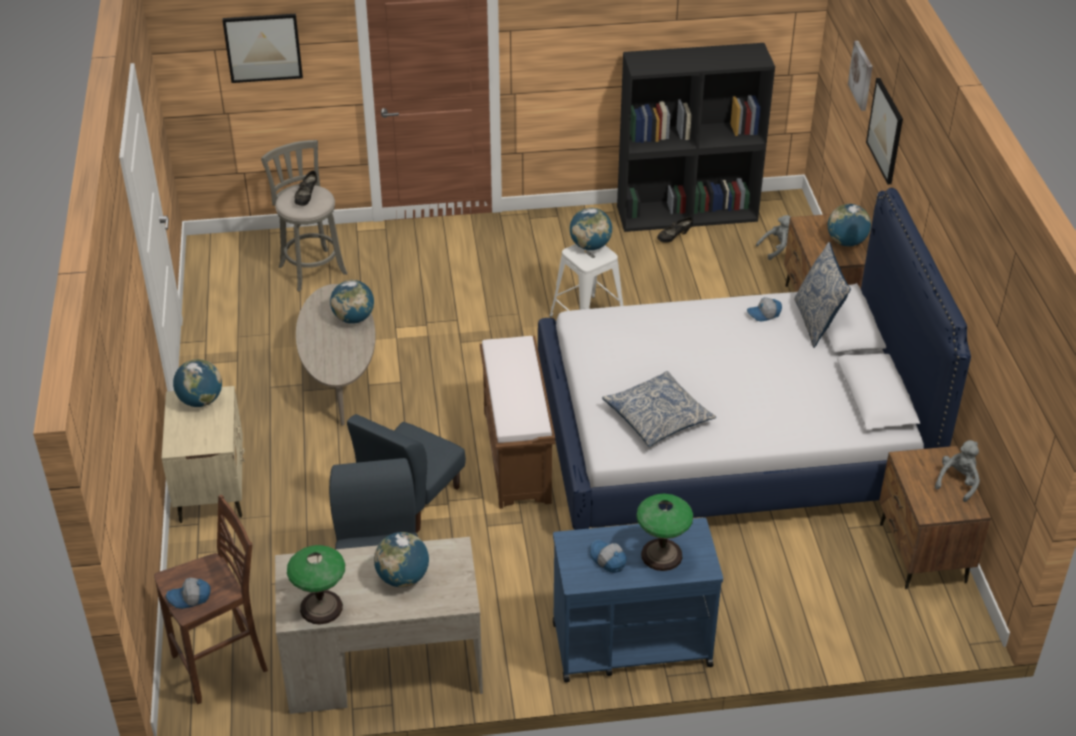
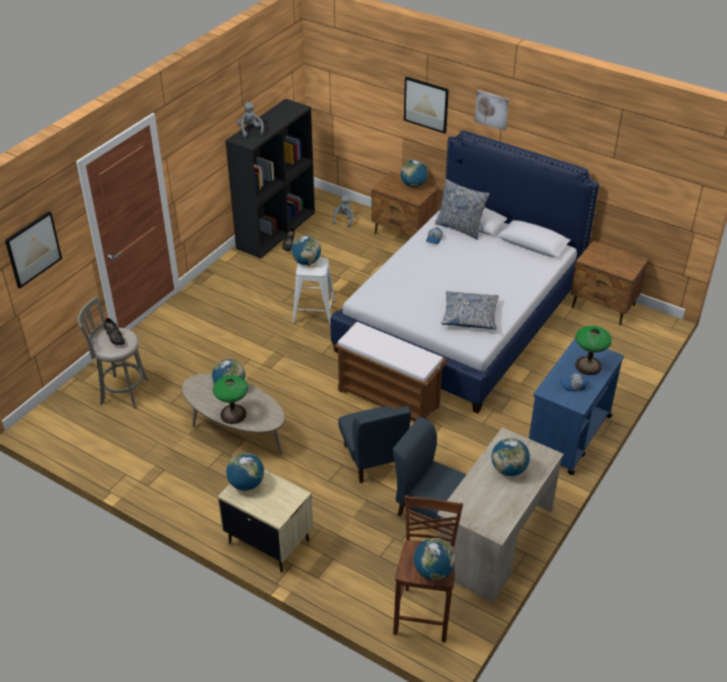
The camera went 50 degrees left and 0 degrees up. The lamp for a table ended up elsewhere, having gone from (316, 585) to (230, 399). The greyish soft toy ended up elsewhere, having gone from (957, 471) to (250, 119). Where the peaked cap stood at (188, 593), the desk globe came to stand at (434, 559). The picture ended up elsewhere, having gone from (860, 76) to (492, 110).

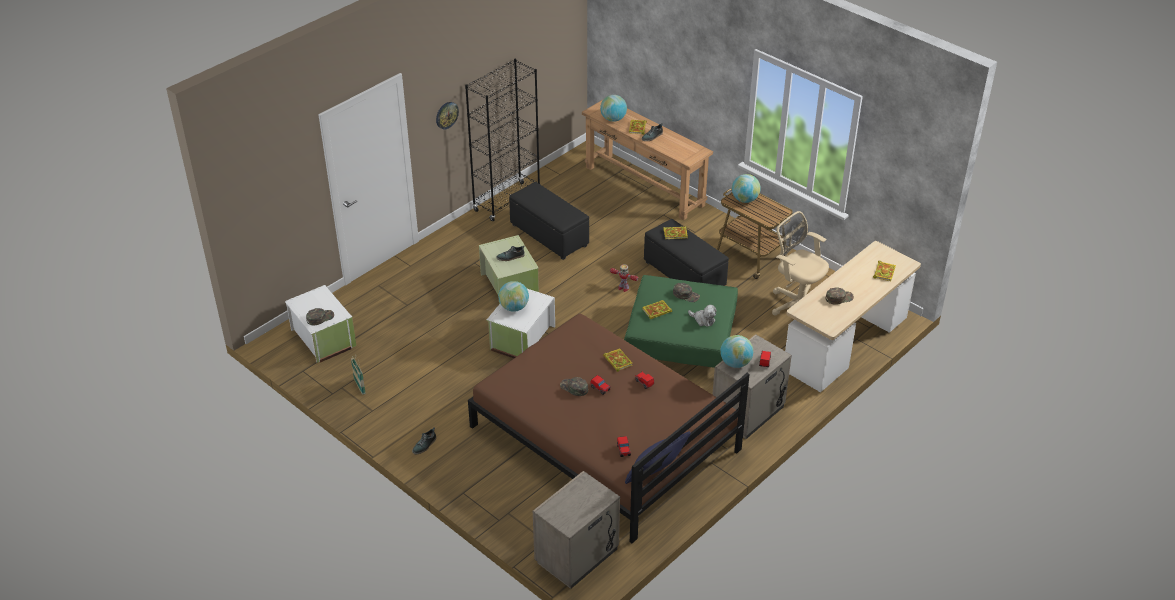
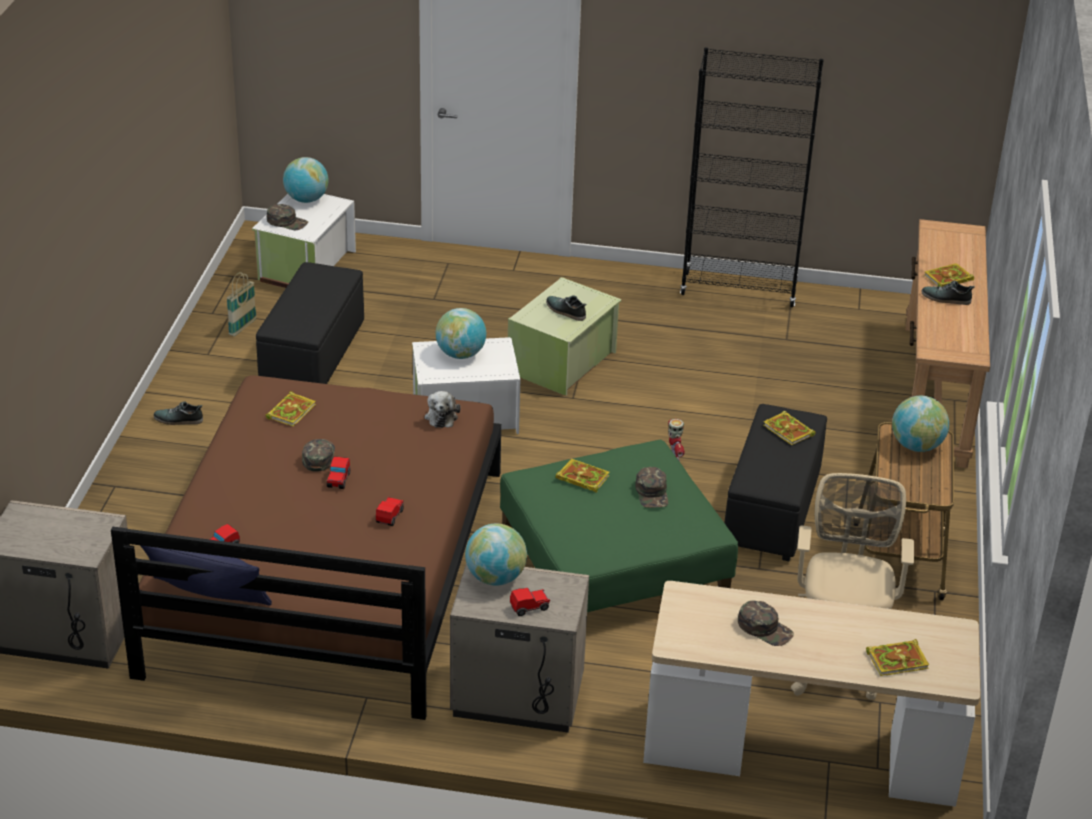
The camera went 55 degrees right and 5 degrees down. The blackish pouffe ended up elsewhere, having gone from (549, 221) to (310, 323). The bound book ended up elsewhere, having gone from (617, 360) to (291, 408). The desk globe ended up elsewhere, having gone from (613, 108) to (306, 180). The soft toy ended up elsewhere, having gone from (702, 315) to (443, 409). The second view lost the clock on the wall at (447, 115).

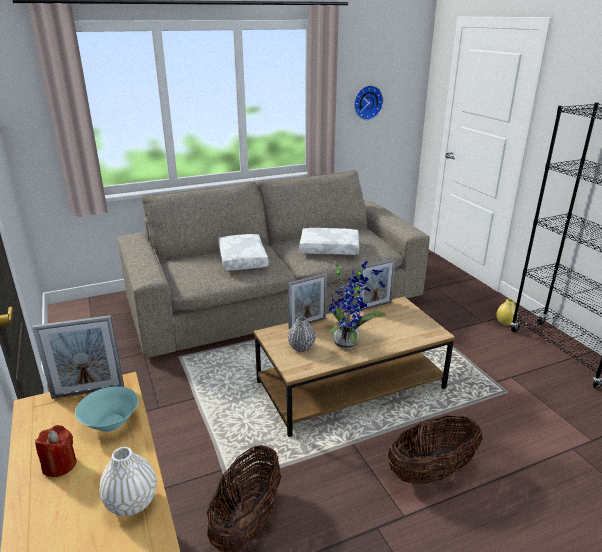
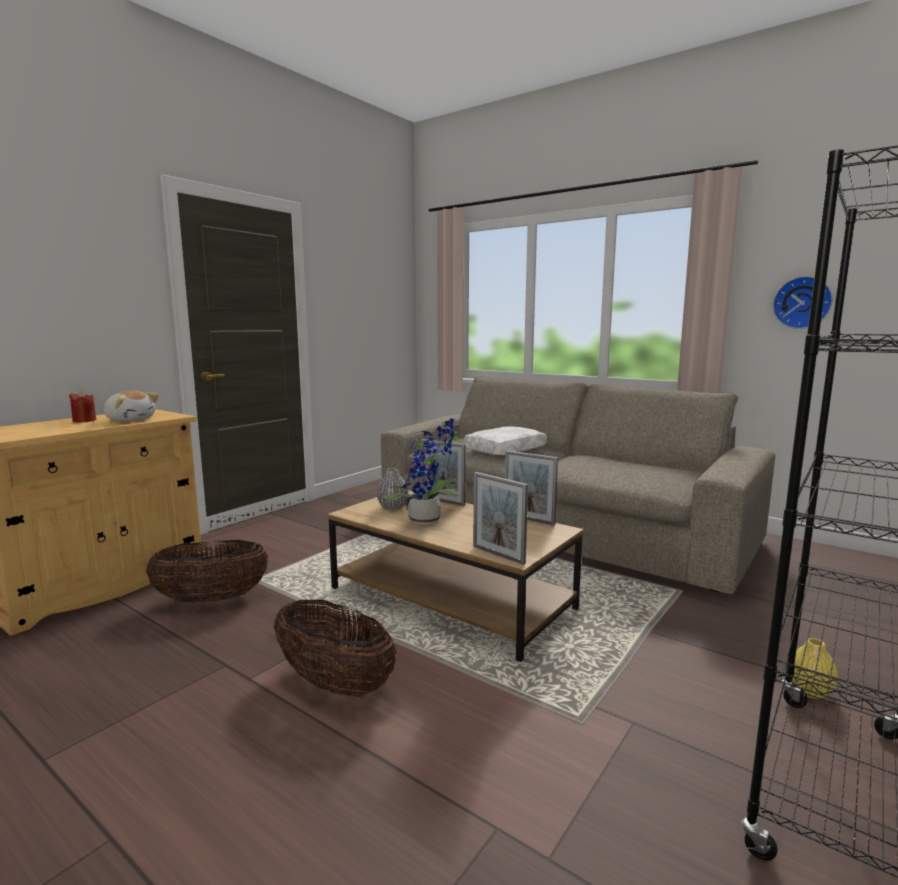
The camera went 60 degrees right and 15 degrees down. Where the blue-green serving bowl stood at (106, 409), the soft toy came to stand at (131, 406). The standing frame ended up elsewhere, having gone from (78, 357) to (500, 518). The second view lost the whitish flower vase at (128, 481). The second view lost the whitish cushion at (329, 241).

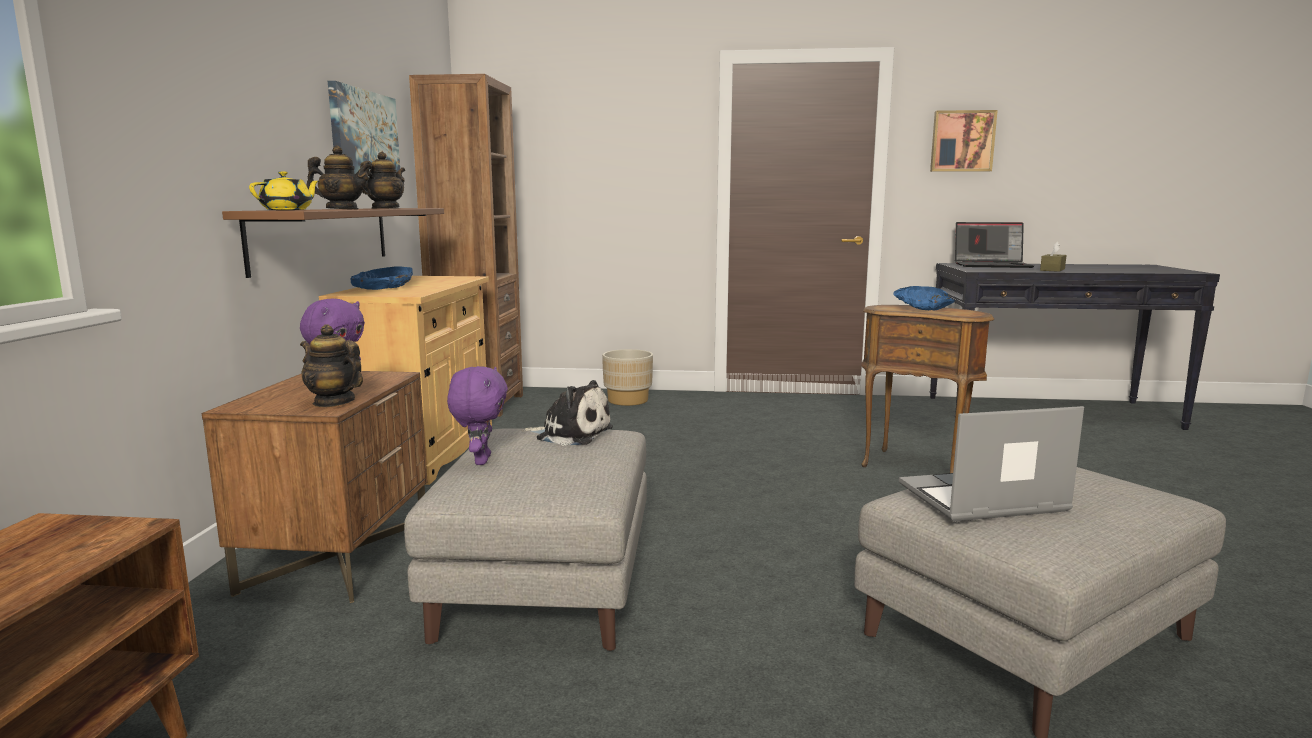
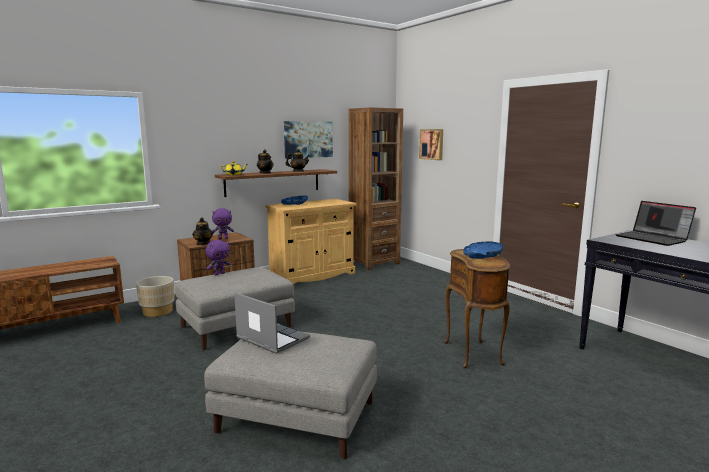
The camera went 50 degrees right and 0 degrees up. The beige flower pot ended up elsewhere, having gone from (627, 377) to (155, 296). The picture ended up elsewhere, having gone from (964, 141) to (431, 144). The second view lost the soft toy at (567, 413). The second view lost the brown-coloured tissue box at (1053, 256).

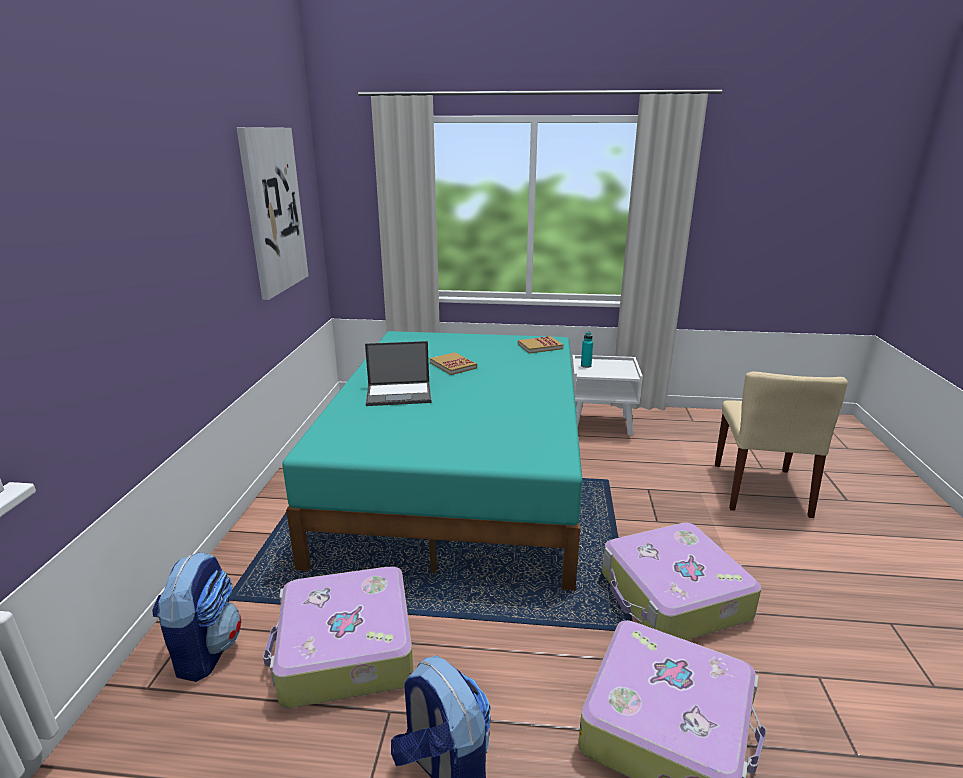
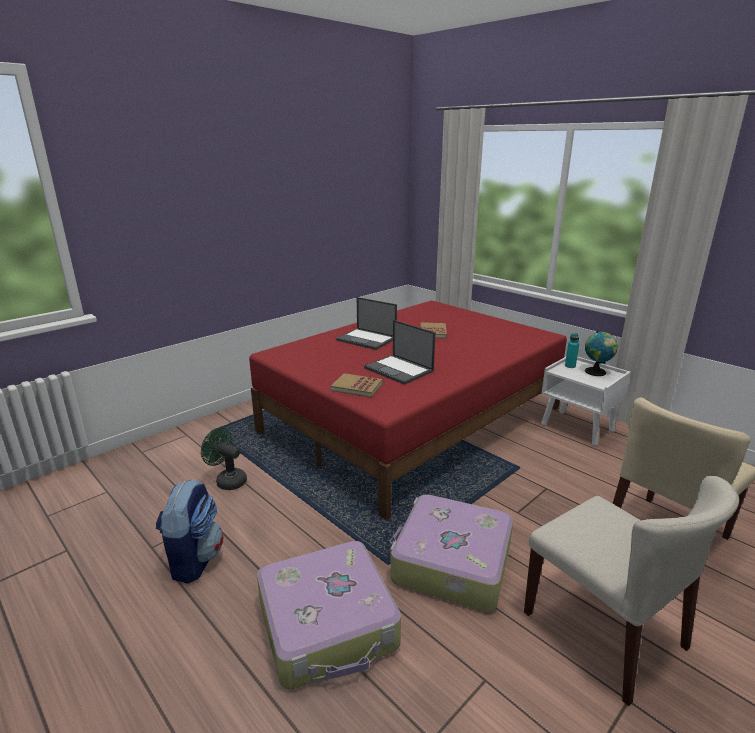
The camera went 40 degrees right and 0 degrees up. Where the suitcase stood at (338, 637), the green cooling fan came to stand at (224, 459). What was the blue-green bed at (432, 460) turned into the red bed at (408, 410). The bound book ended up elsewhere, having gone from (540, 345) to (357, 385). The second view gained the portable computer at (400, 352). The second view gained the beige chair at (631, 591). The second view gained the desk globe at (601, 353). The second view lost the rucksack at (196, 617). The second view lost the picture at (272, 213).

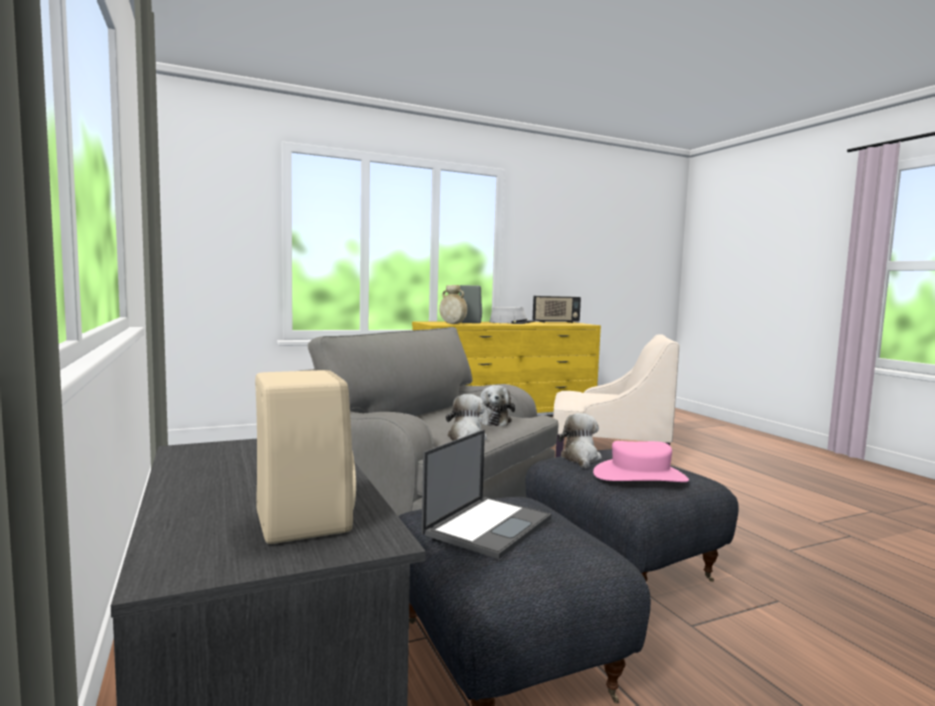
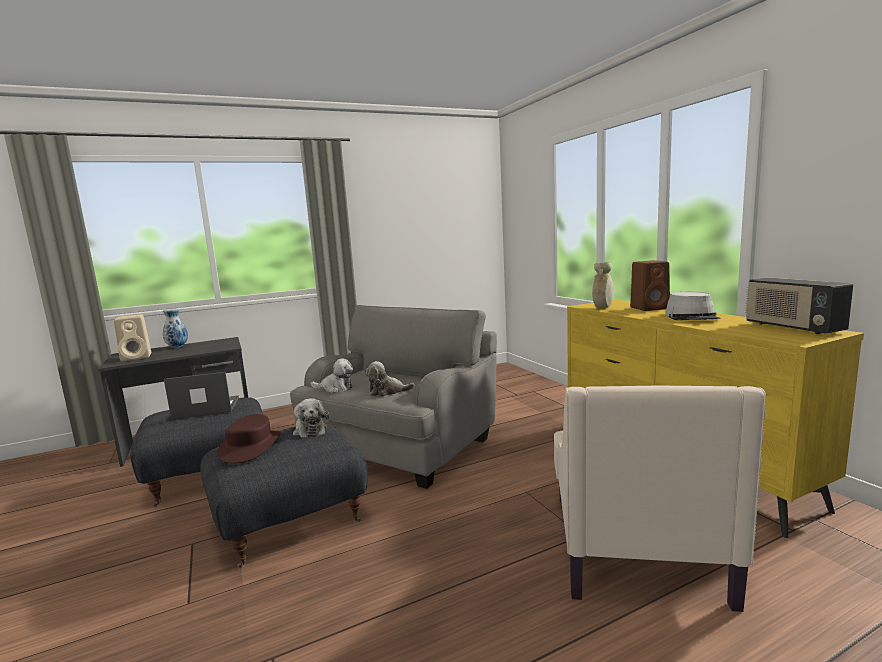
The camera went 90 degrees right and 5 degrees up. The second view gained the flower vase at (175, 328). The portable computer at (486, 494) ended up facing another way, 135 degrees clockwise from before. What was the pink-coloured clothing hat at (641, 461) turned into the brown-coloured clothing hat at (249, 439). The soft toy at (580, 441) ended up facing another way, 60 degrees clockwise from before. What was the greyish audio speaker at (471, 304) turned into the brown-coloured audio speaker at (650, 285).

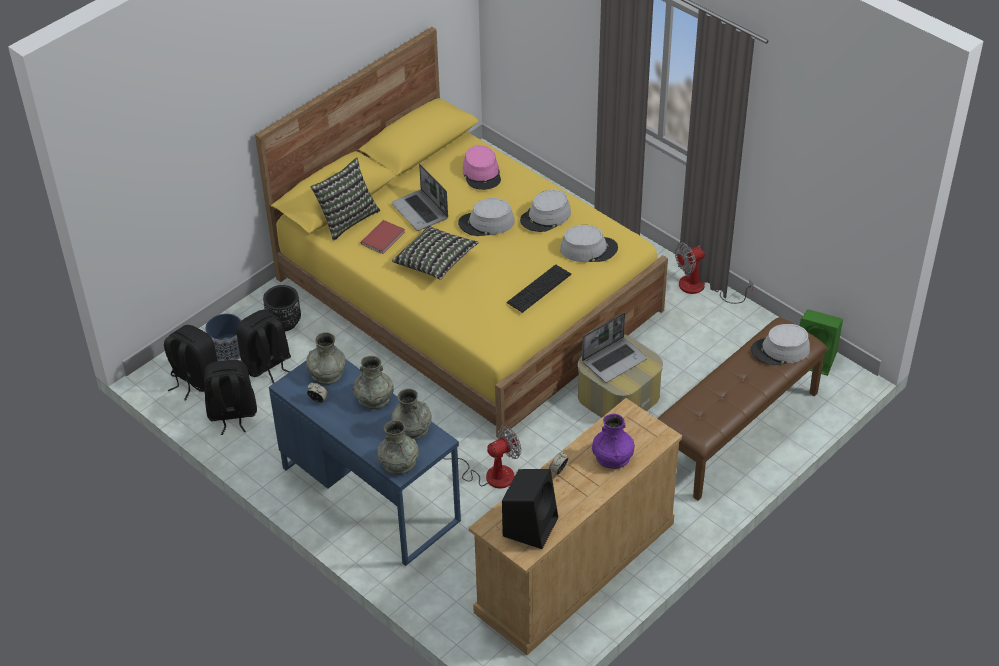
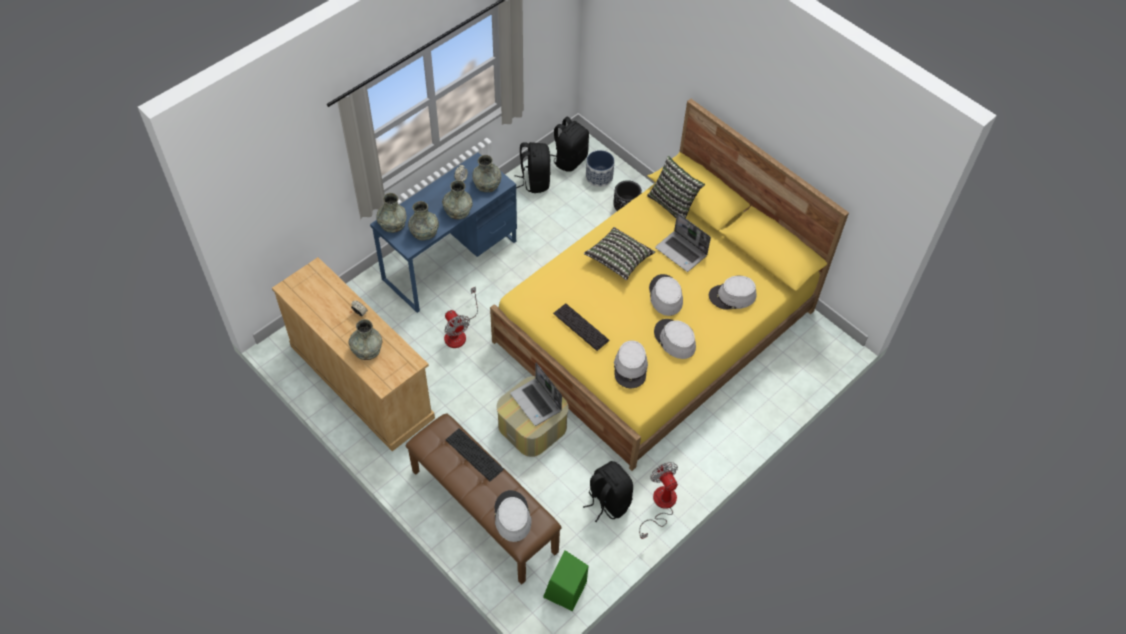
The camera went 90 degrees right and 10 degrees up. What was the purple flower vase at (613, 441) turned into the greyish flower vase at (365, 339). The second view gained the computer keyboard at (475, 454). The blackish rucksack ended up elsewhere, having gone from (263, 346) to (608, 491). The portable computer at (419, 197) ended up facing another way, 105 degrees counterclockwise from before. What was the pink-coloured clothing hat at (482, 167) turned into the greyish clothing hat at (732, 293). The second view lost the red bound book at (383, 237). The second view lost the blackish audio speaker at (530, 509).

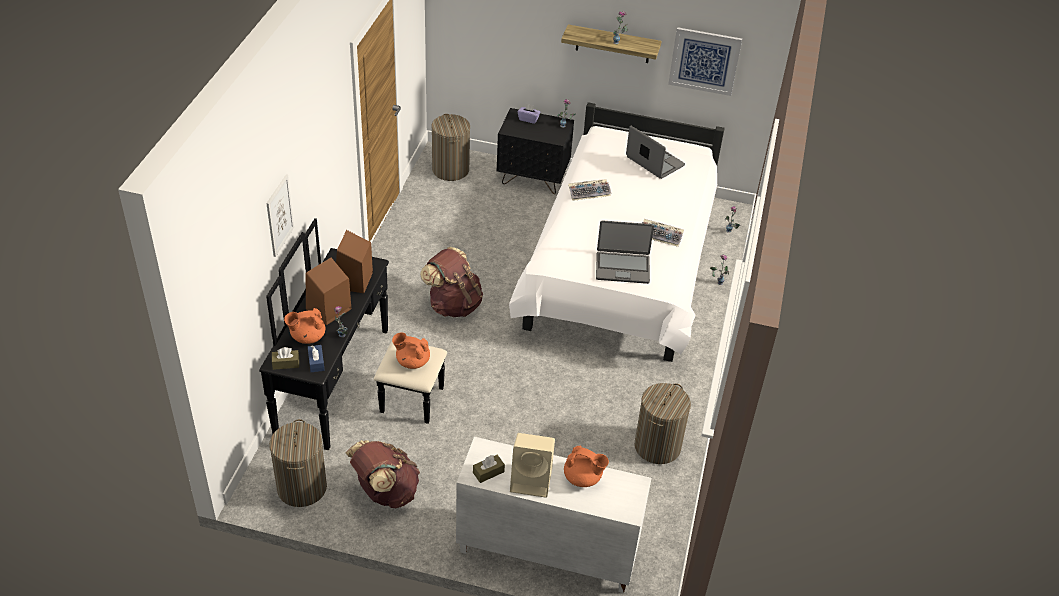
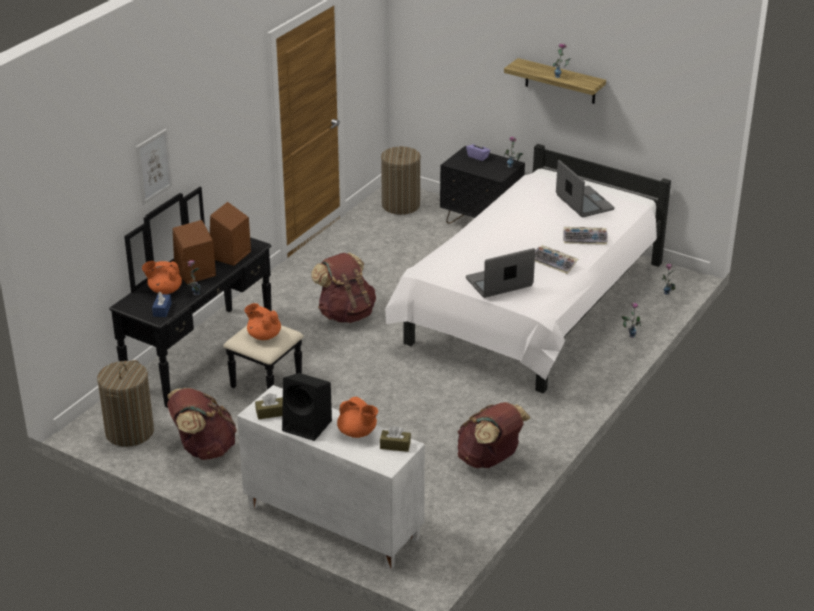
The camera went 20 degrees right and 10 degrees down. What was the beige audio speaker at (532, 465) turned into the blackish audio speaker at (307, 407). The brown-coloured tissue box ended up elsewhere, having gone from (285, 358) to (395, 439). Where the washing basket stood at (663, 423), the brown-coloured rucksack came to stand at (494, 435). The portable computer at (625, 252) ended up facing another way, 135 degrees clockwise from before. The computer keyboard ended up elsewhere, having gone from (590, 190) to (585, 236). The second view lost the picture at (705, 61).

